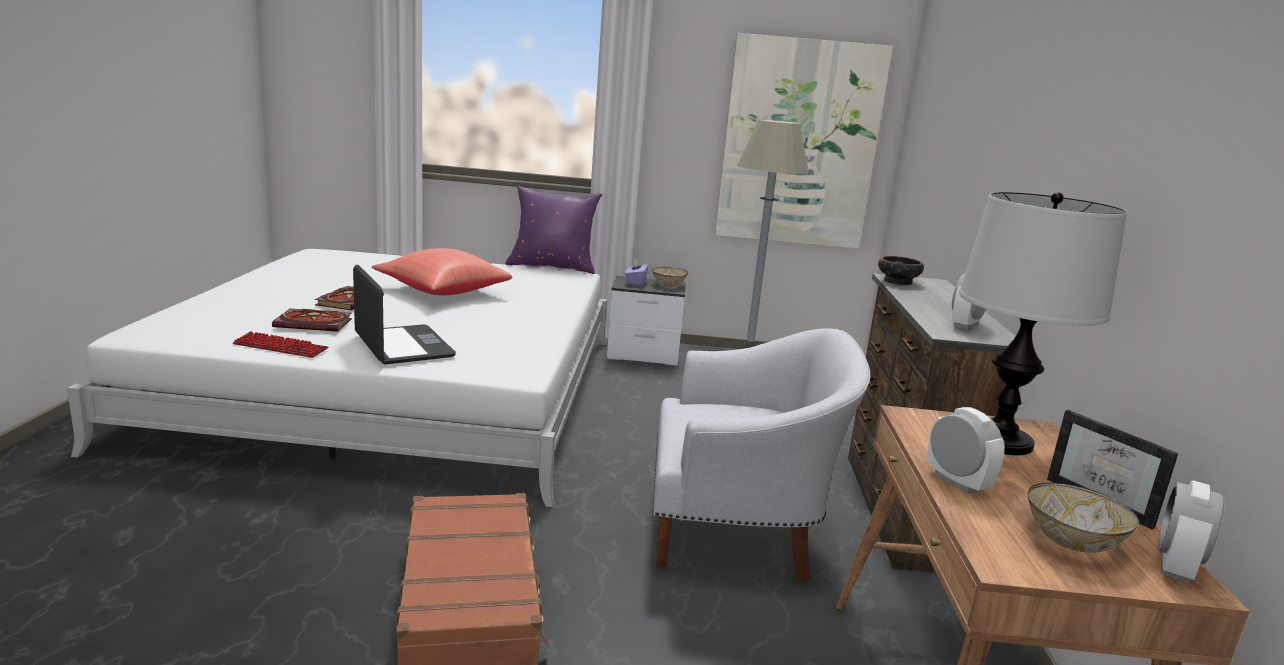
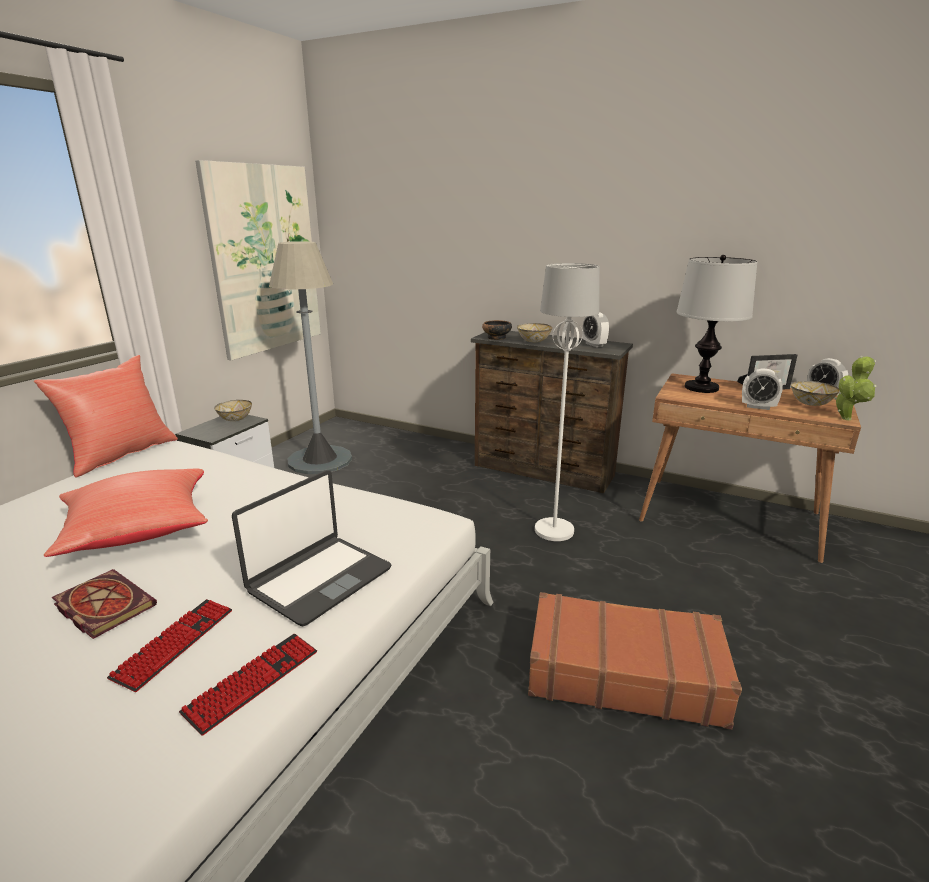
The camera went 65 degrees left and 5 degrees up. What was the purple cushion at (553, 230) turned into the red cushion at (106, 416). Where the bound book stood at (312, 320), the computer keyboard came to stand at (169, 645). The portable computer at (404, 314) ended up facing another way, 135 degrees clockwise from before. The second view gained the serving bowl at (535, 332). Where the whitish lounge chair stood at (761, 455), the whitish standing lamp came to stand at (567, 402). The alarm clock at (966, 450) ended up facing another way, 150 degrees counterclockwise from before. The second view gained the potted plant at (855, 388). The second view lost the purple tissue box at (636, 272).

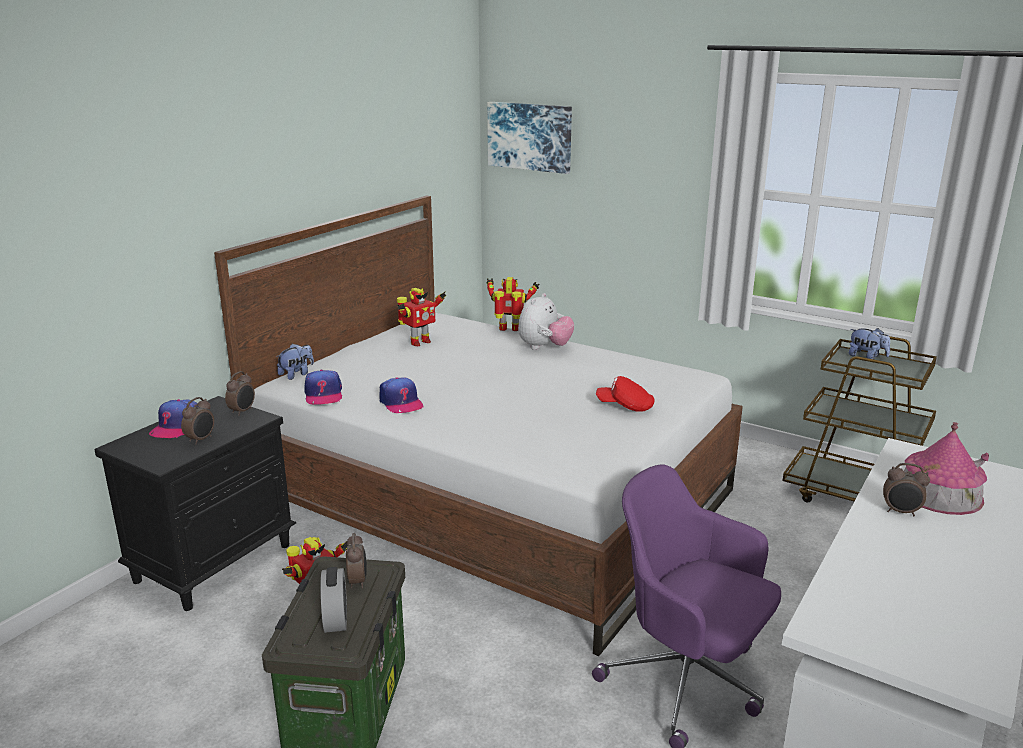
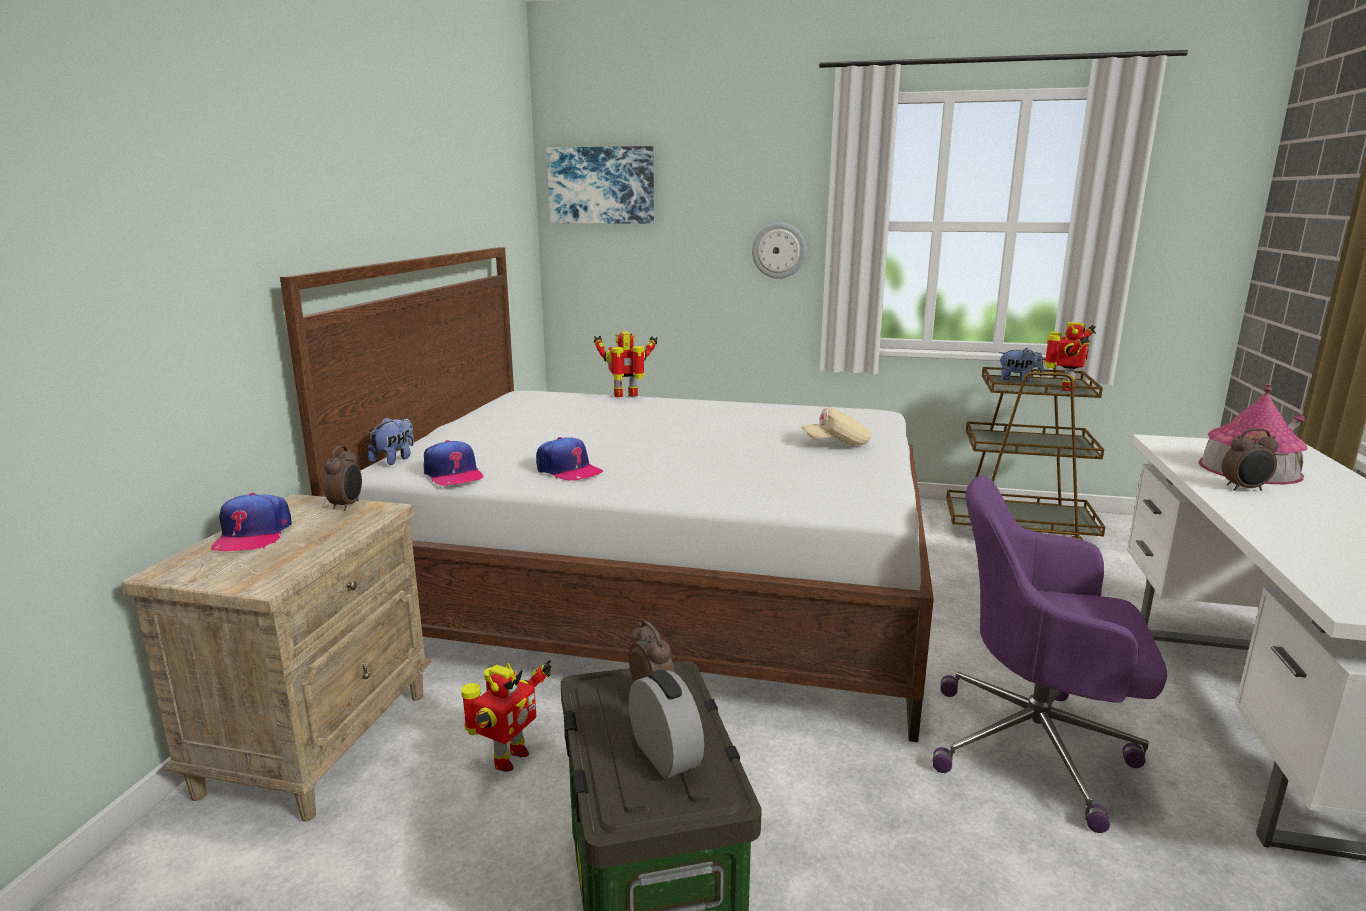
The camera went 20 degrees left and 5 degrees down. What was the blackish night table at (195, 503) turned into the beige night table at (277, 658). The second view gained the clock on the wall at (779, 250). What was the red peaked cap at (625, 394) turned into the beige peaked cap at (836, 426). The robot figure ended up elsewhere, having gone from (421, 317) to (1070, 356). The second view lost the alarm clock at (197, 420). The second view lost the soft toy at (546, 321).

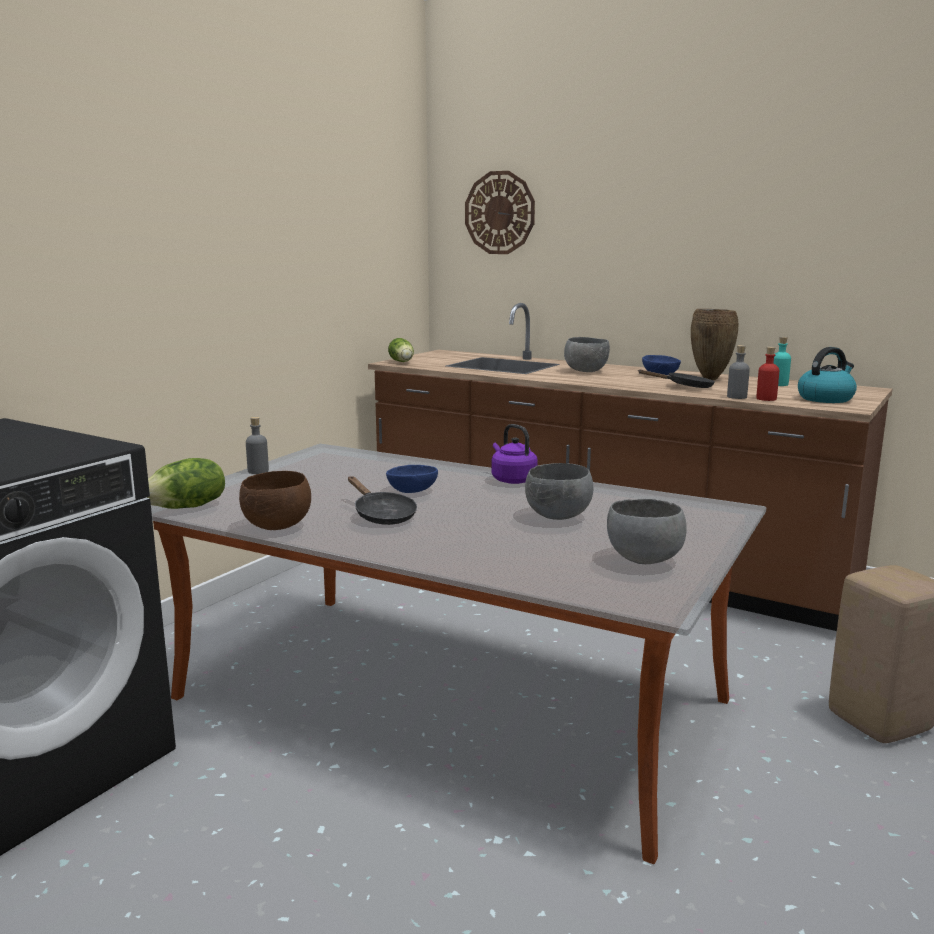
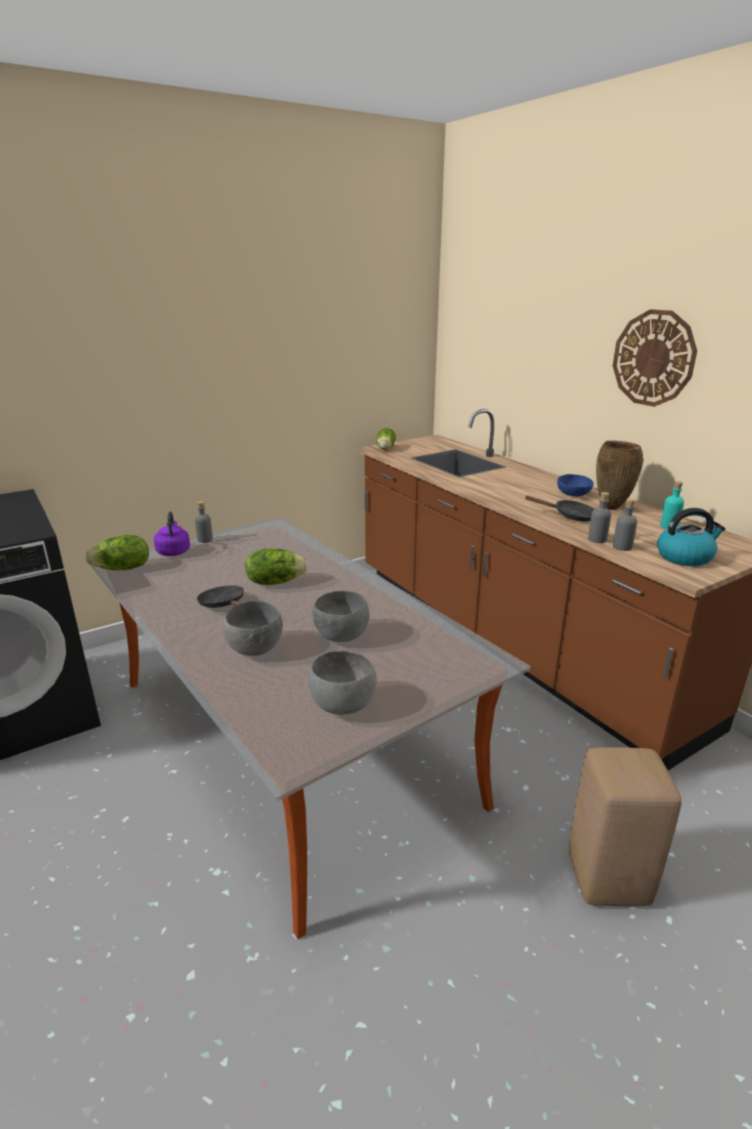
The camera went 25 degrees right and 10 degrees up. The purple kettle ended up elsewhere, having gone from (514, 454) to (172, 533). The blackish skillet at (382, 500) ended up facing another way, 150 degrees clockwise from before. The greyish serving bowl ended up elsewhere, having gone from (587, 354) to (253, 628). Where the blue serving bowl stood at (412, 479), the lettuce head came to stand at (276, 566). The clock on the wall ended up elsewhere, having gone from (500, 212) to (655, 358). What was the red beverage bottle at (767, 374) turned into the greyish beverage bottle at (625, 525). The second view lost the brown-coloured serving bowl at (275, 500).

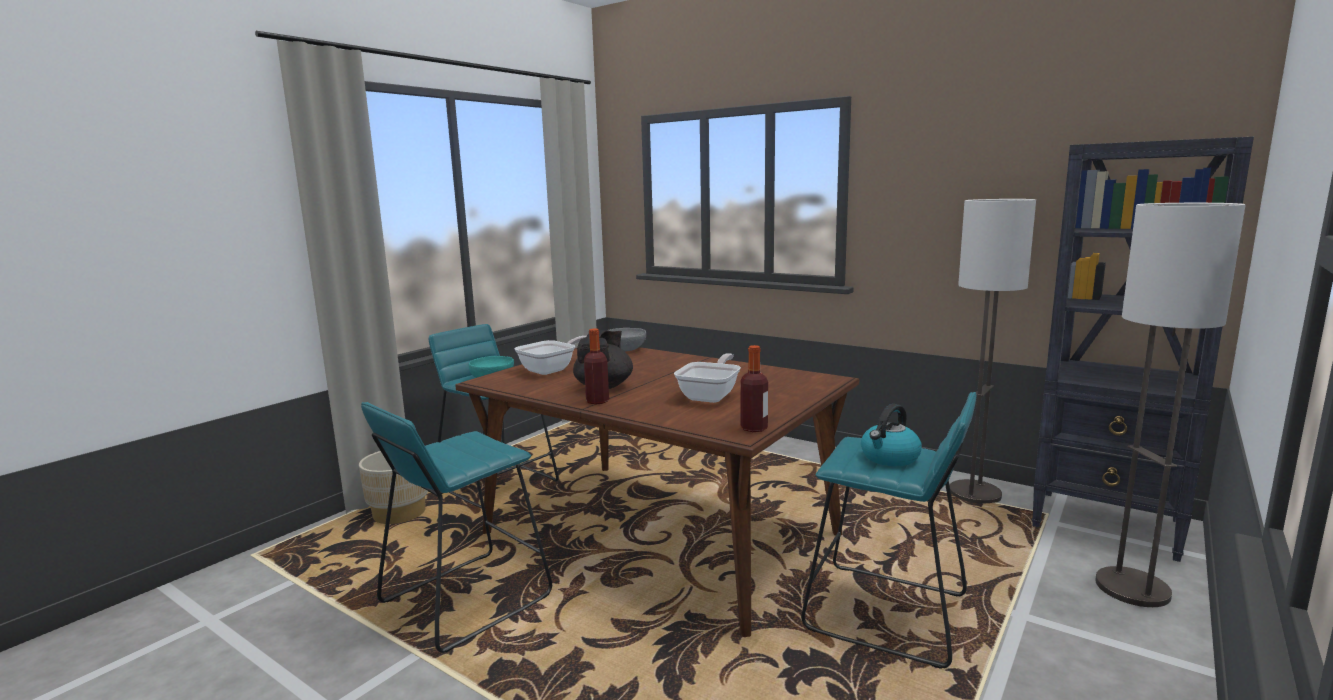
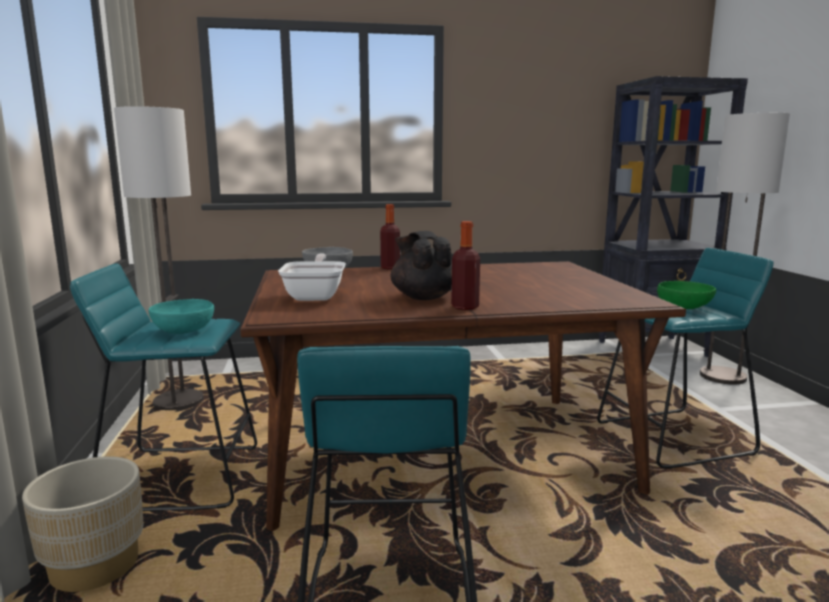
The camera went 45 degrees left and 0 degrees up. The standing lamp ended up elsewhere, having gone from (992, 351) to (159, 258). The beverage bottle ended up elsewhere, having gone from (754, 388) to (390, 236). Where the kettle stood at (891, 435), the green serving bowl came to stand at (686, 295). The second view lost the skillet at (707, 378).

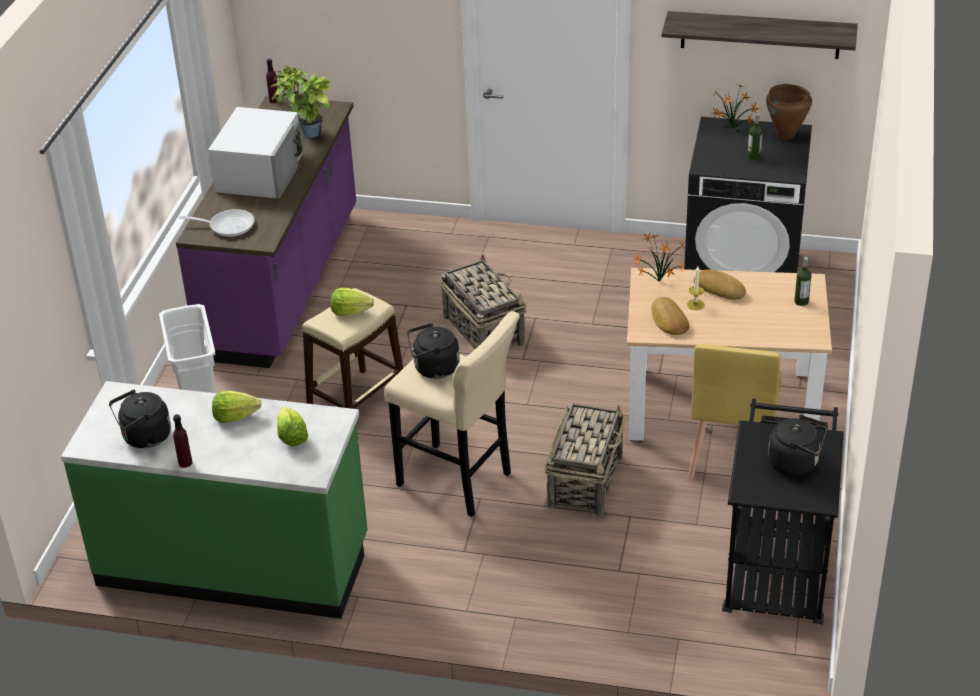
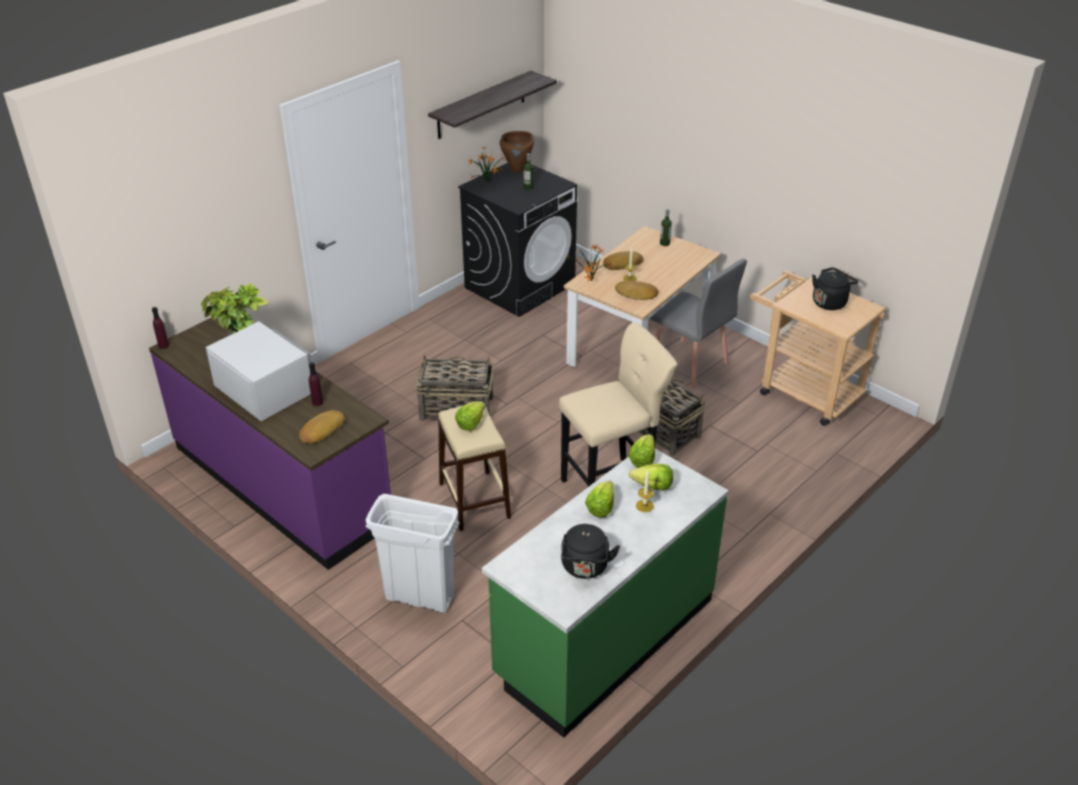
The camera went 60 degrees left and 0 degrees up. Where the skillet stood at (217, 223), the bakery bread came to stand at (322, 427). The purple beverage bottle ended up elsewhere, having gone from (182, 441) to (316, 384). The second view gained the lettuce head at (641, 451). The second view gained the candle at (645, 491). What was the yellow-coloured chair at (735, 411) turned into the greyish chair at (698, 323). What was the blackish wheeled cart at (783, 512) turned into the beige wheeled cart at (818, 348). The second view lost the blackish kettle at (433, 351).

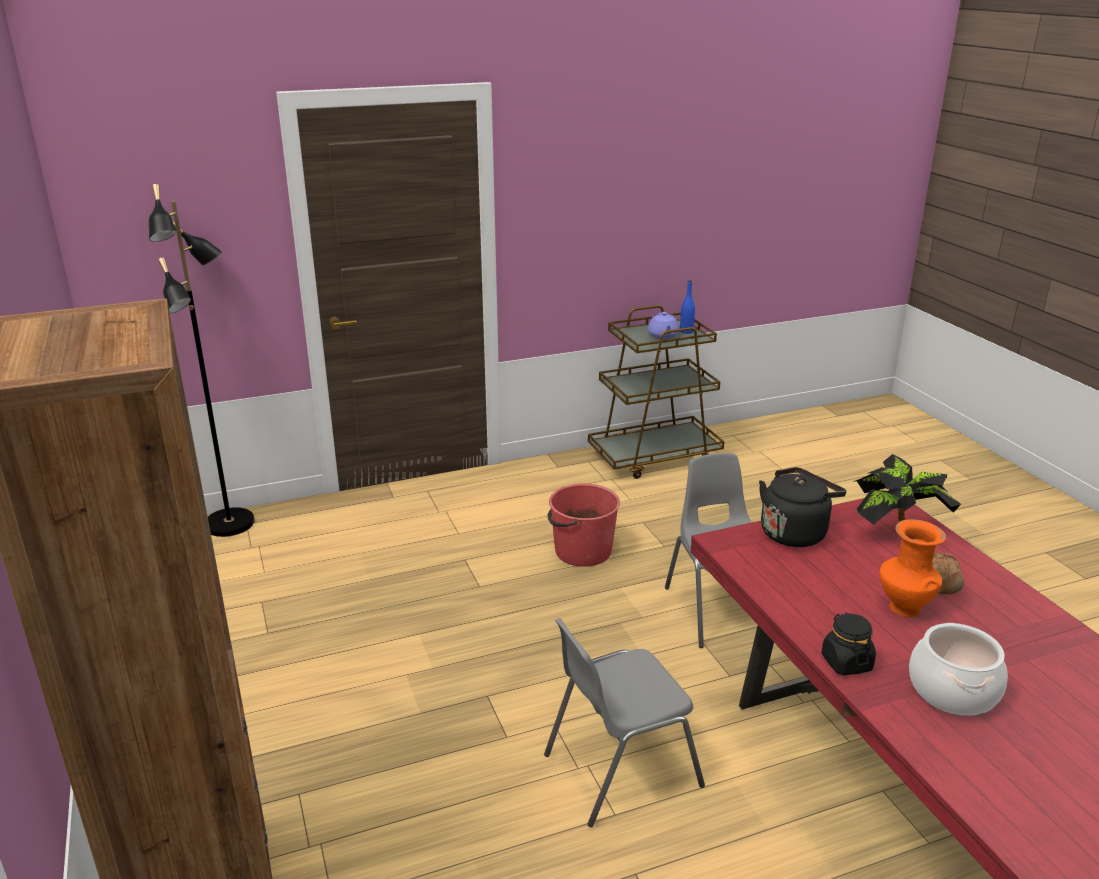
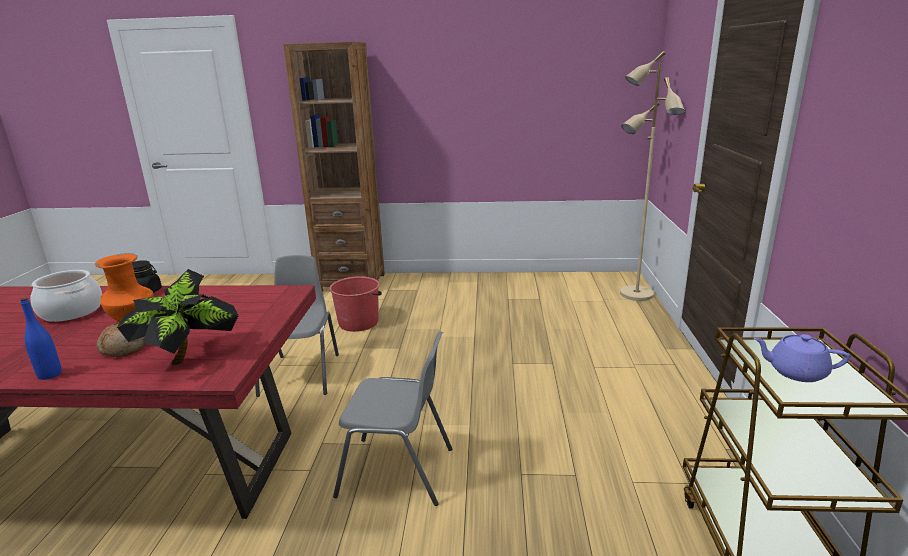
The camera went 115 degrees right and 5 degrees down. The blue beverage bottle ended up elsewhere, having gone from (687, 307) to (41, 339). The red pail ended up elsewhere, having gone from (584, 525) to (355, 304). What was the blackish standing lamp at (201, 360) turned into the beige standing lamp at (652, 176). The second view lost the blackish kettle at (802, 507).

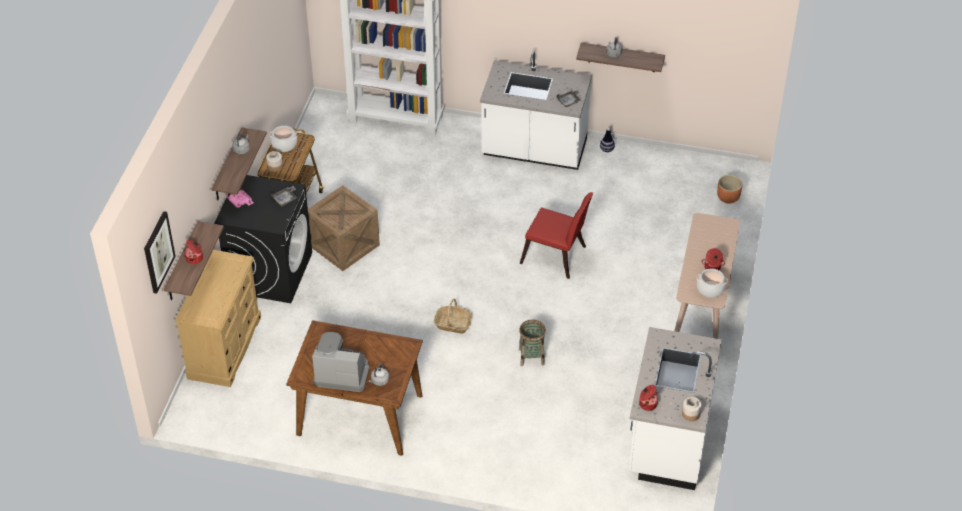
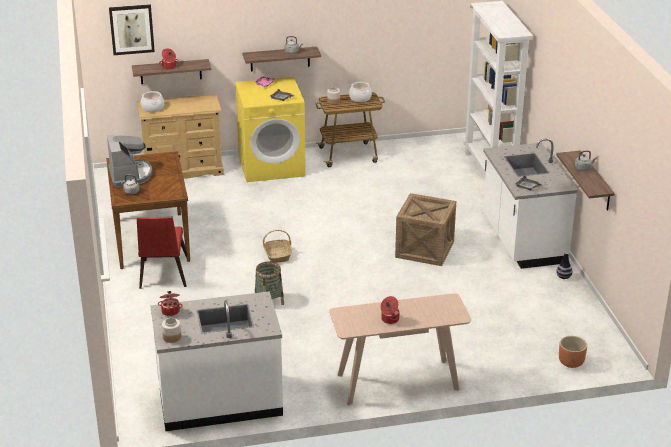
The camera went 65 degrees right and 15 degrees down. The red chair ended up elsewhere, having gone from (556, 235) to (162, 253). The saucepot ended up elsewhere, having gone from (712, 283) to (152, 101). What was the blackish laundry appliance at (263, 239) turned into the yellow-coloured laundry appliance at (270, 129). The shipping crate ended up elsewhere, having gone from (344, 228) to (425, 229).

